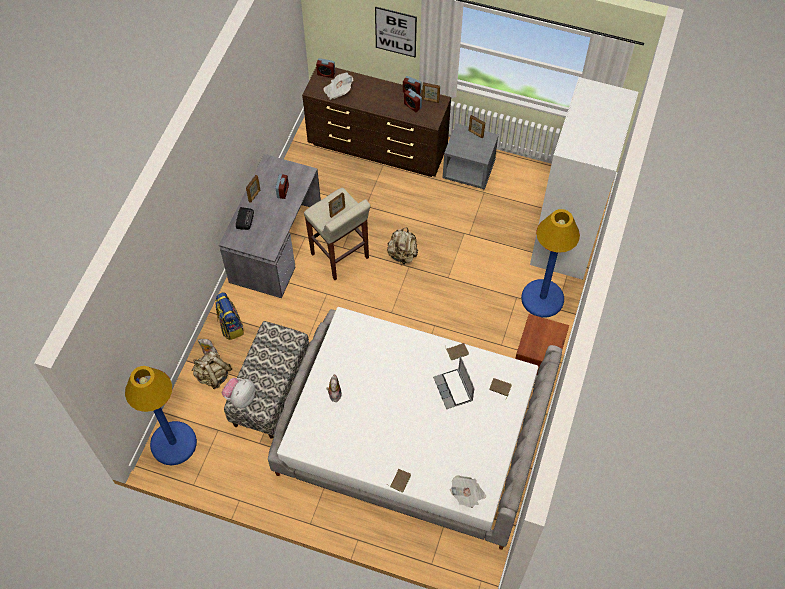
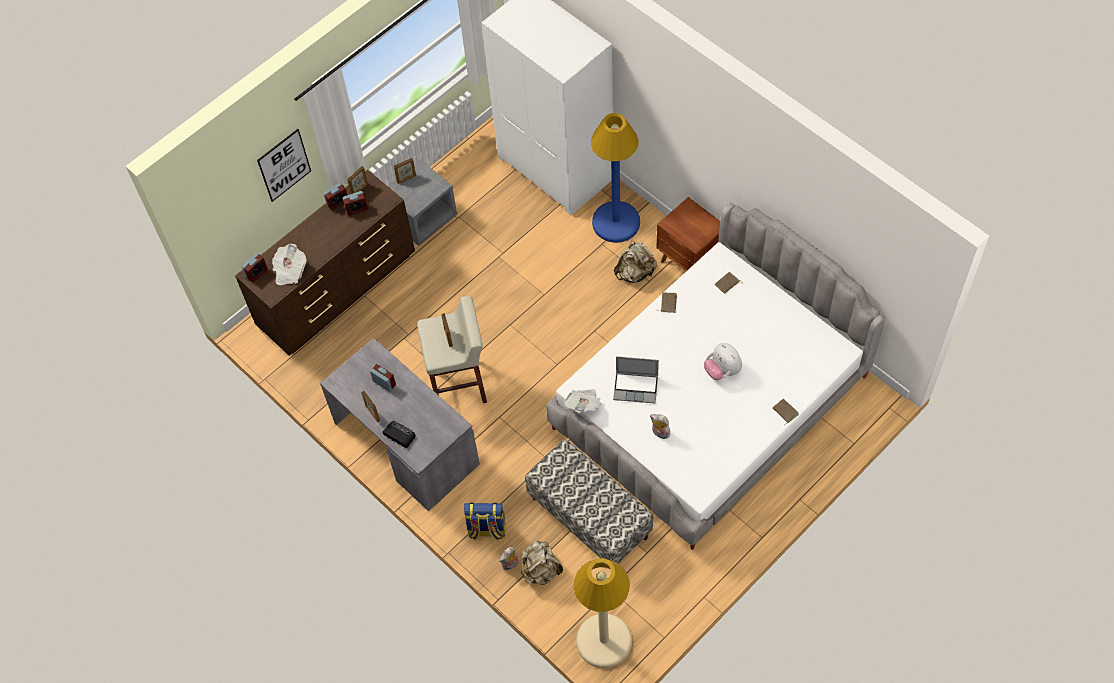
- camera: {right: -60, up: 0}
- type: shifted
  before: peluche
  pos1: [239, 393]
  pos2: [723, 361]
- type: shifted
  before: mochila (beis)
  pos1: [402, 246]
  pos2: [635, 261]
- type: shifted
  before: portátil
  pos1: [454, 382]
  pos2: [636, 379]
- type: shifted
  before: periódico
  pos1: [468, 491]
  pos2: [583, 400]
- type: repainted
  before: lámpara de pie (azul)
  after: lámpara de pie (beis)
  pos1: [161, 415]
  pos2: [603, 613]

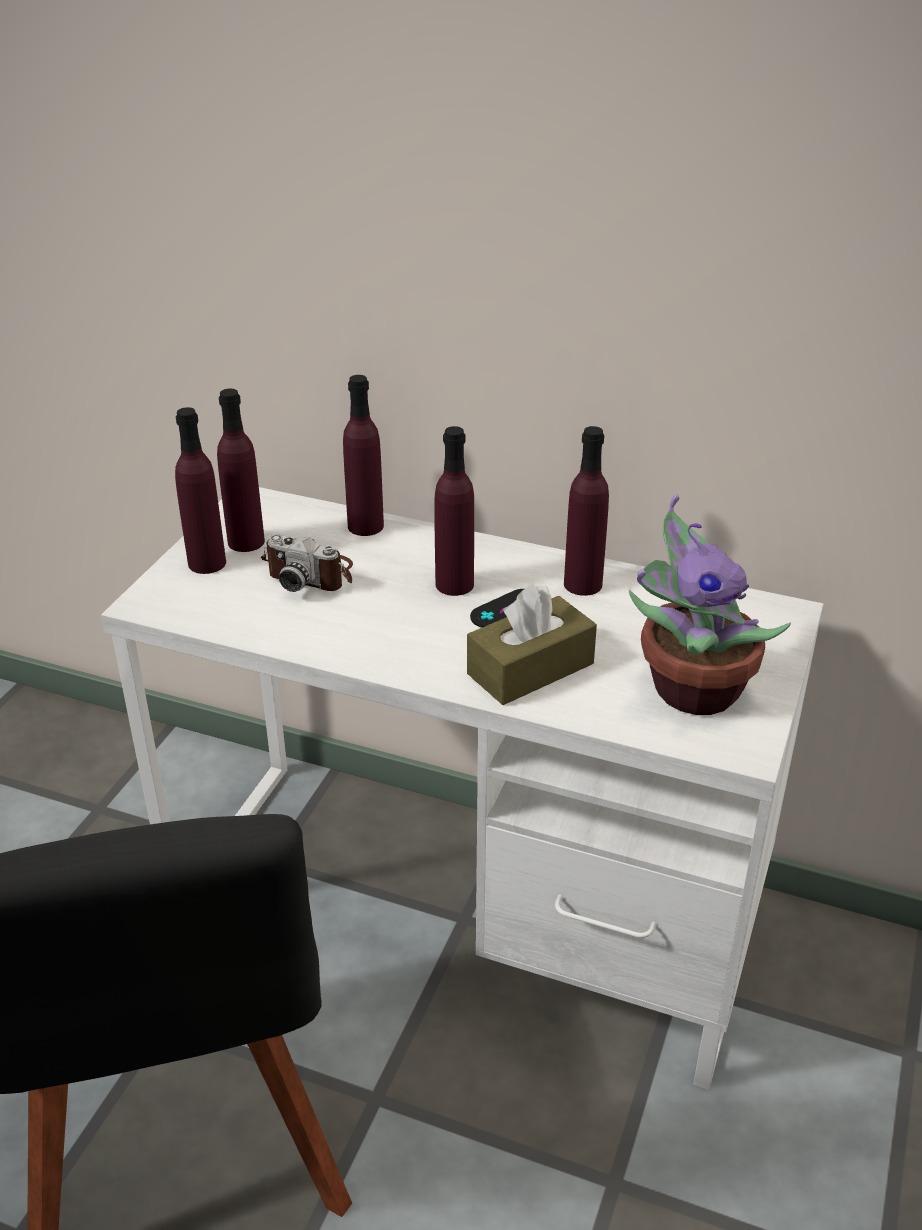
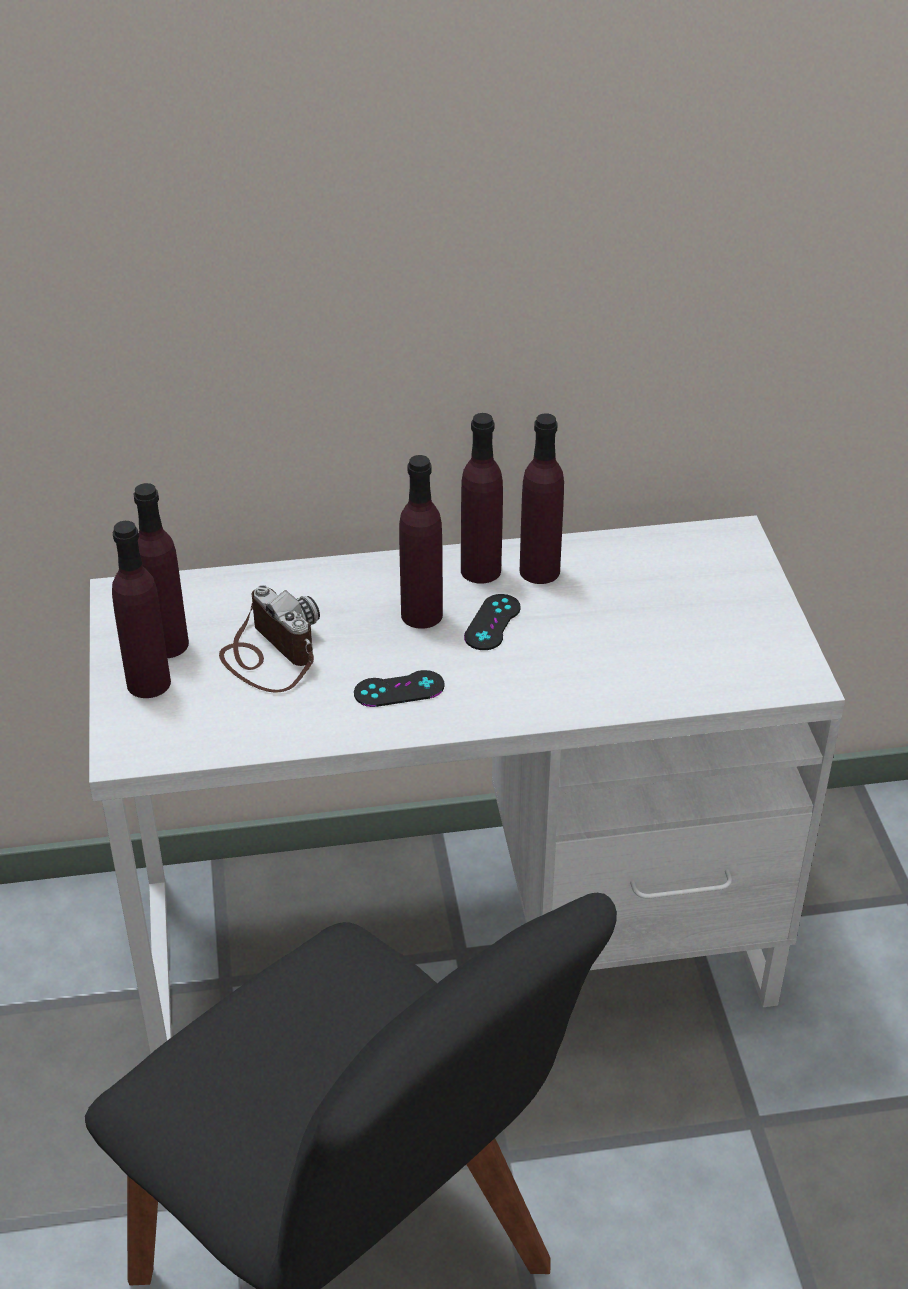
- camera: {right: -30, up: 5}
- type: gone
  before: caja de pañuelos (marrón)
  pos1: [532, 644]
- type: gone
  before: planta en maceta
  pos1: [710, 604]
- type: new
  after: mando de consola (negro)
  pos2: [399, 688]
- type: shifted
  before: botella (morado)
  pos1: [363, 455]
  pos2: [482, 498]
- type: rotated
  before: cámara
  pos1: [307, 563]
  pos2: [269, 638]
  turn: -120

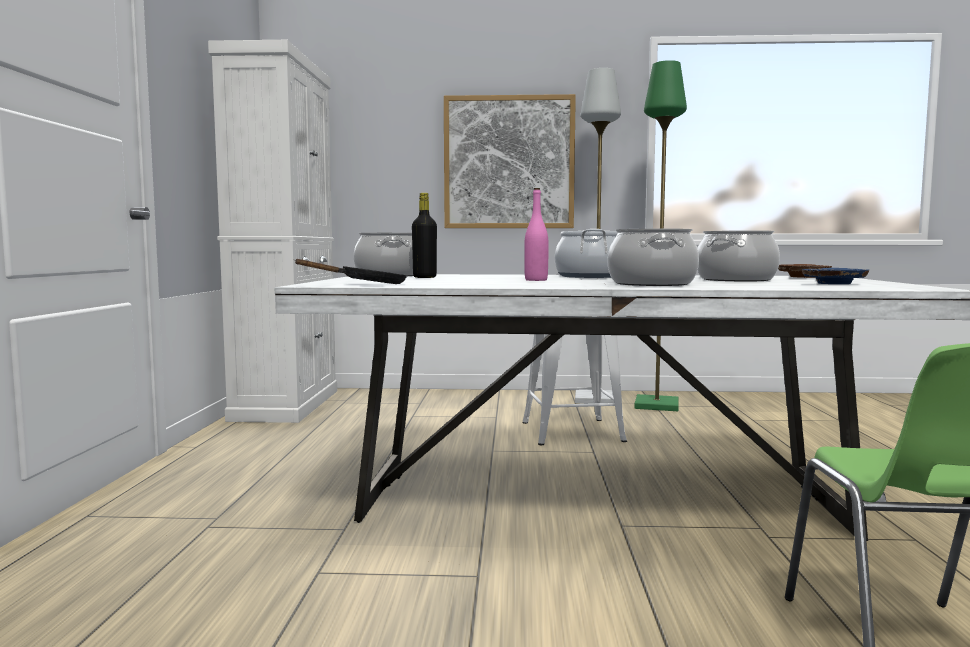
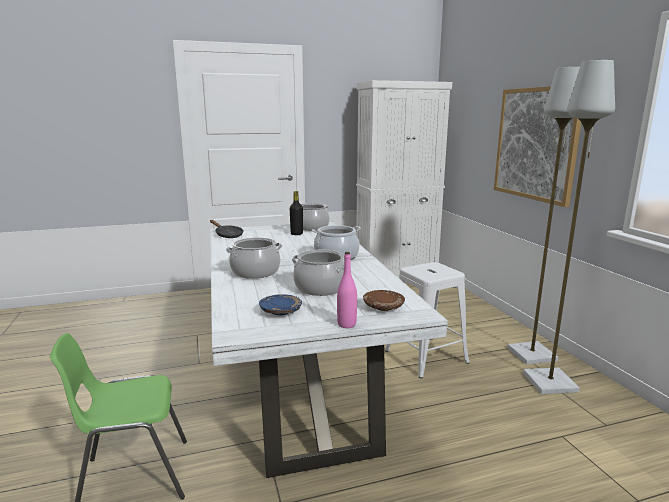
- camera: {right: 70, up: 10}
- type: shifted
  before: botella (rosa)
  pos1: [536, 234]
  pos2: [347, 290]
- type: repainted
  before: lámpara de pie (verde)
  after: lámpara de pie (gris)
  pos1: [660, 235]
  pos2: [569, 227]

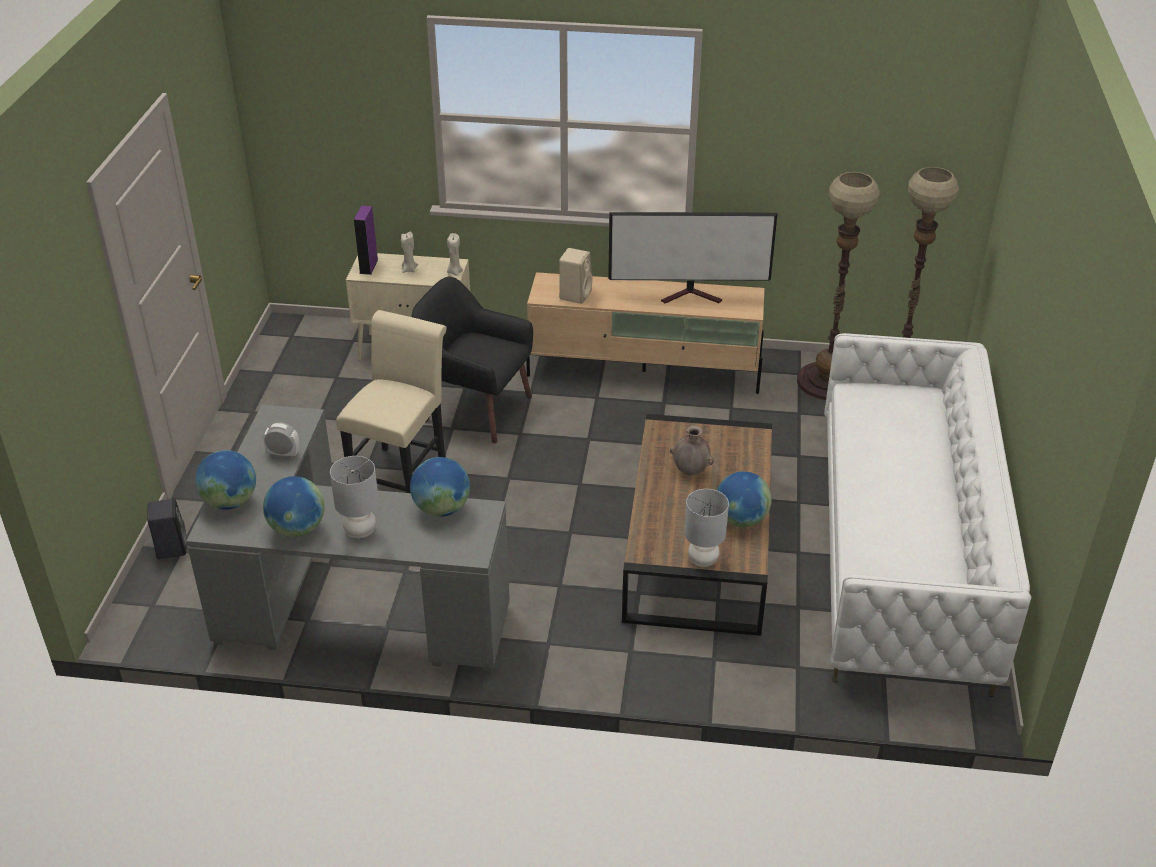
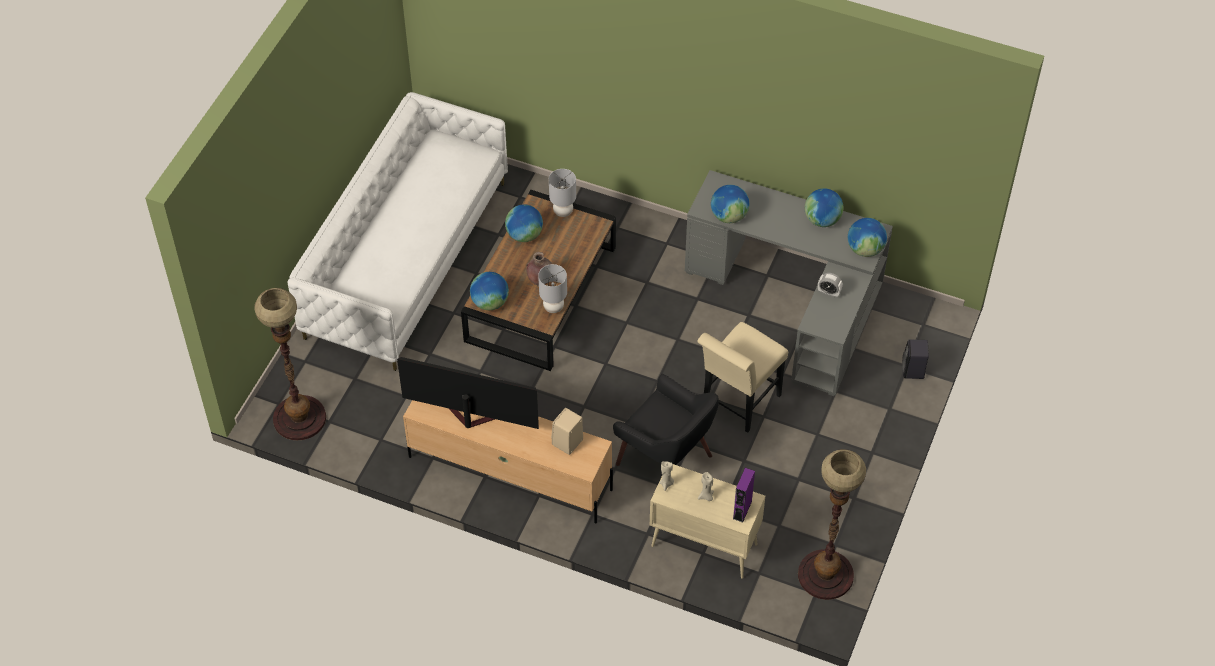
- camera: {right: -165, up: 15}
- type: new
  after: globo terráqueo
  pos2: [489, 291]
- type: shifted
  before: lámpara de mesa (gris)
  pos1: [354, 497]
  pos2: [552, 288]
- type: shifted
  before: lámpara de pie
  pos1: [838, 286]
  pos2: [832, 524]

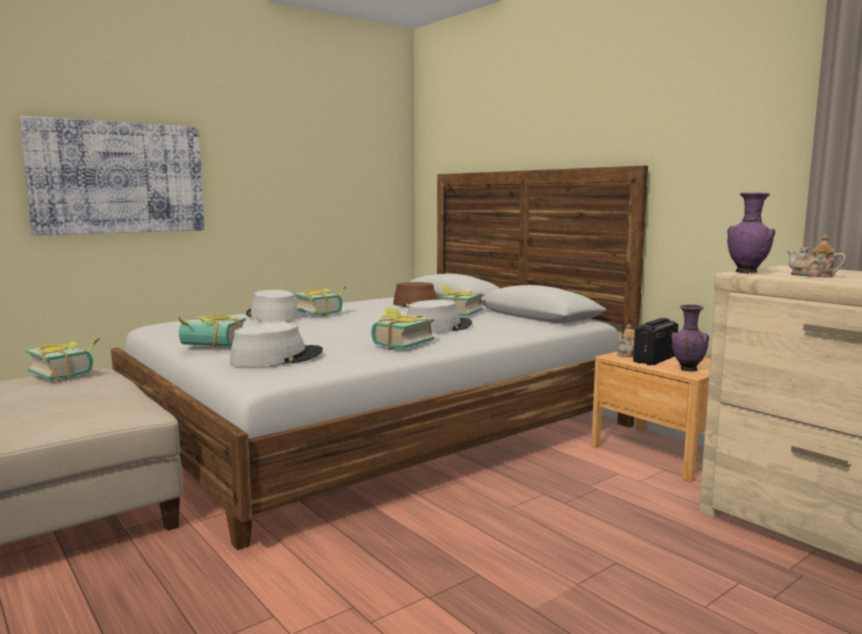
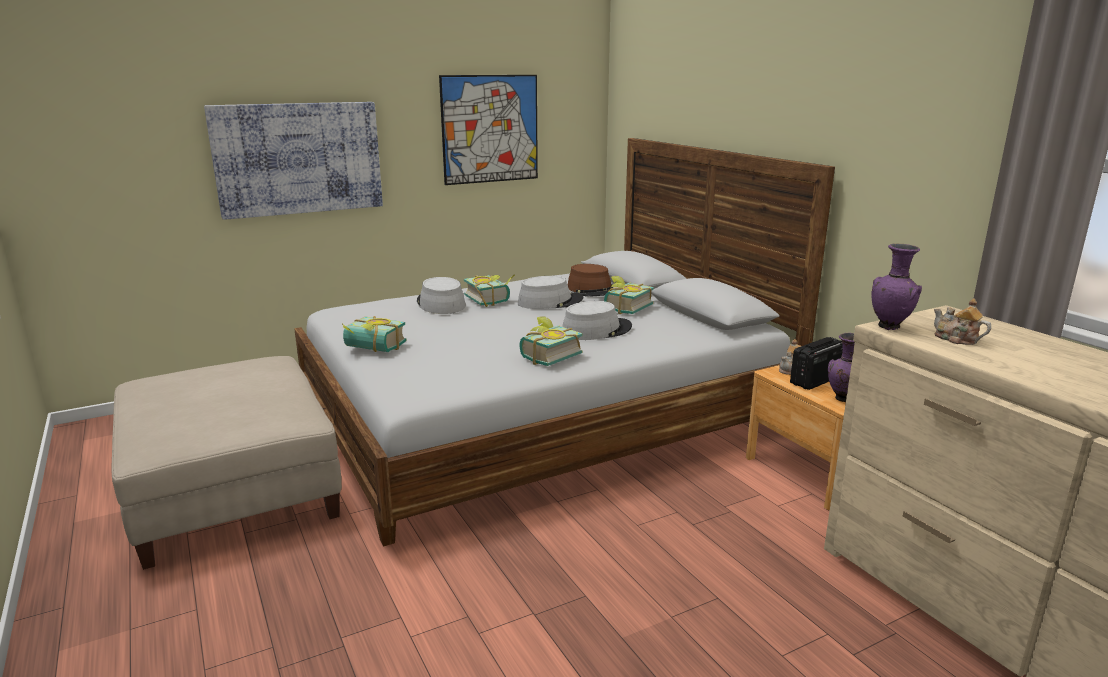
- camera: {right: 10, up: 10}
- type: gone
  before: libro
  pos1: [63, 360]
- type: new
  after: cuadro
  pos2: [488, 130]
- type: shifted
  before: sombrero (gris)
  pos1: [276, 344]
  pos2: [550, 292]

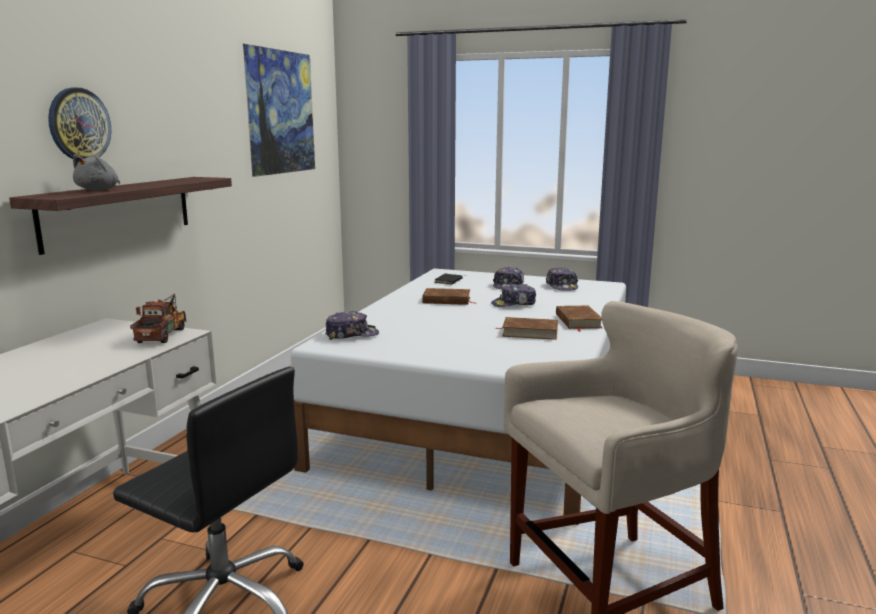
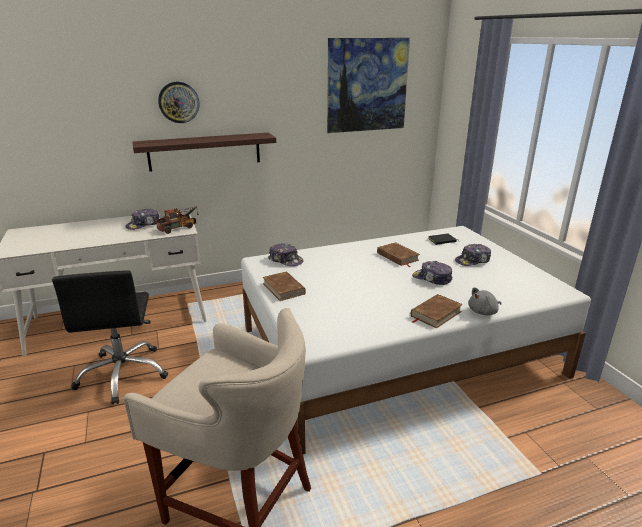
- camera: {right: 50, up: 10}
- type: shifted
  before: peluche (gris)
  pos1: [96, 172]
  pos2: [485, 301]
- type: shifted
  before: libro (marrón)
  pos1: [526, 328]
  pos2: [284, 286]
- type: shifted
  before: gorra
  pos1: [562, 279]
  pos2: [142, 219]

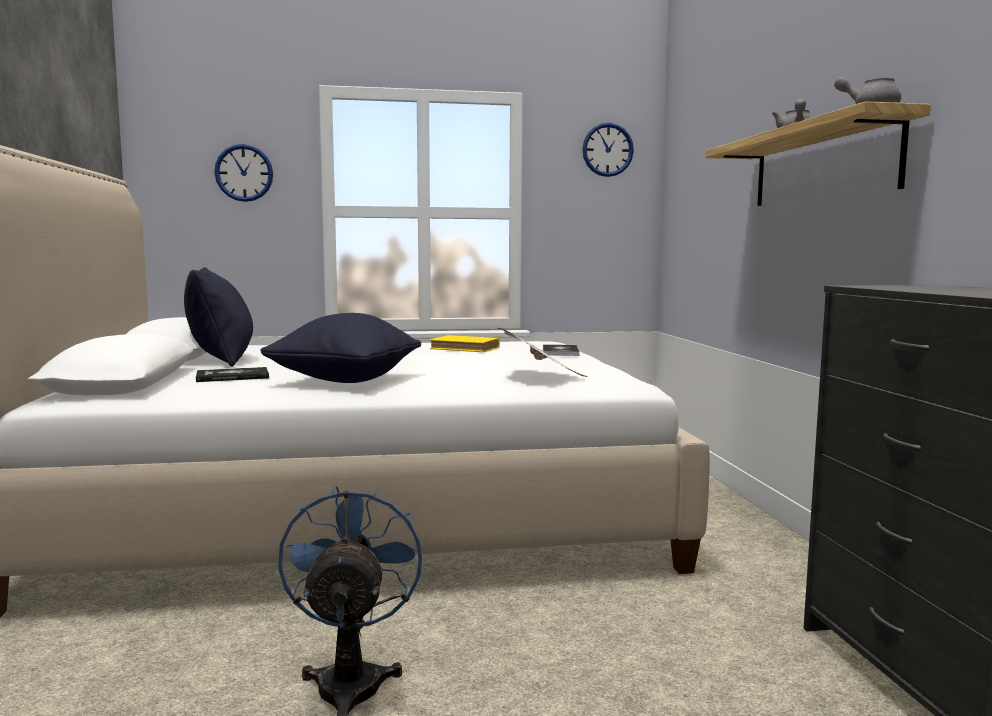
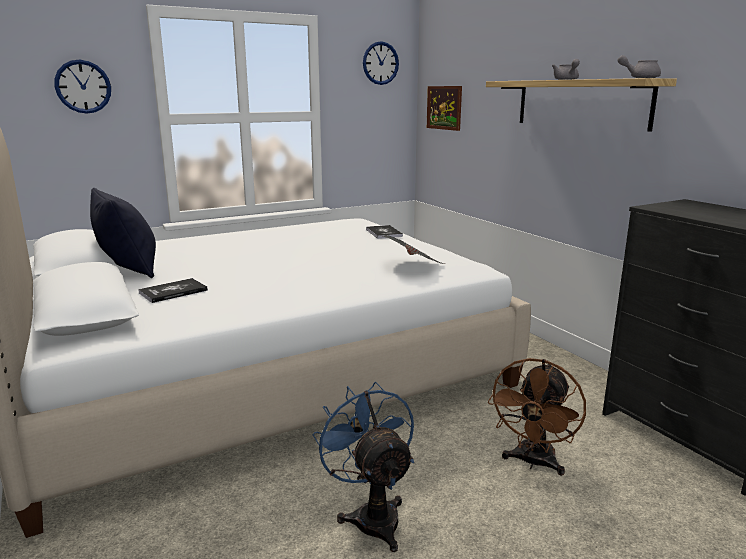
- camera: {right: -20, up: 10}
- type: gone
  before: cojín (negro)
  pos1: [340, 348]
- type: gone
  before: libro (amarillo)
  pos1: [465, 343]
- type: new
  after: cuadro
  pos2: [444, 108]
- type: new
  after: ventilador (marrón)
  pos2: [537, 417]

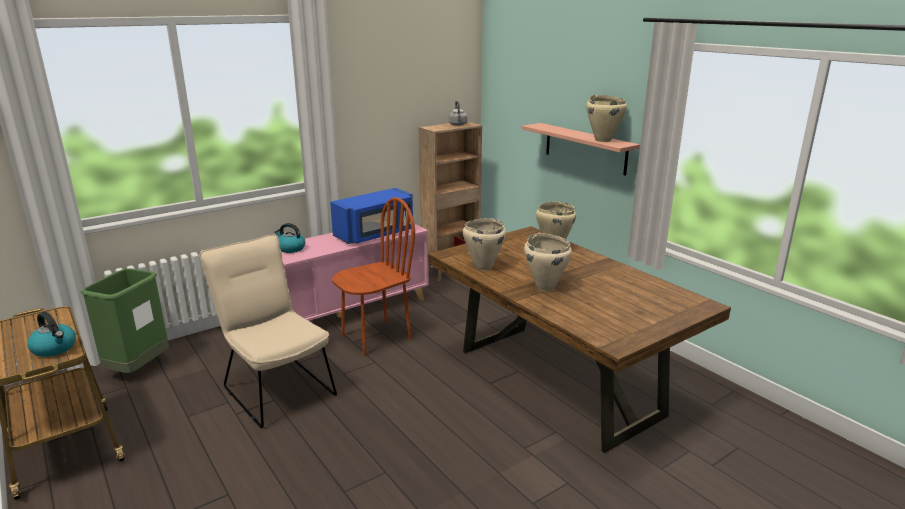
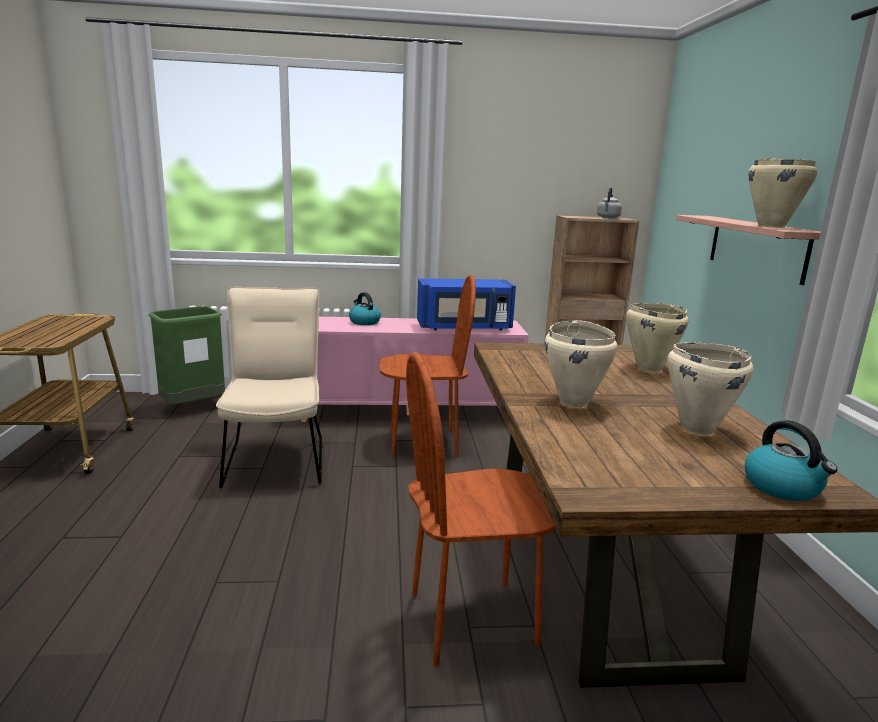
- camera: {right: 30, up: -5}
- type: new
  after: silla (marrón)
  pos2: [481, 509]
- type: shifted
  before: hervidor
  pos1: [51, 334]
  pos2: [791, 460]
- type: shifted
  before: olla (beis)
  pos1: [484, 244]
  pos2: [710, 388]

